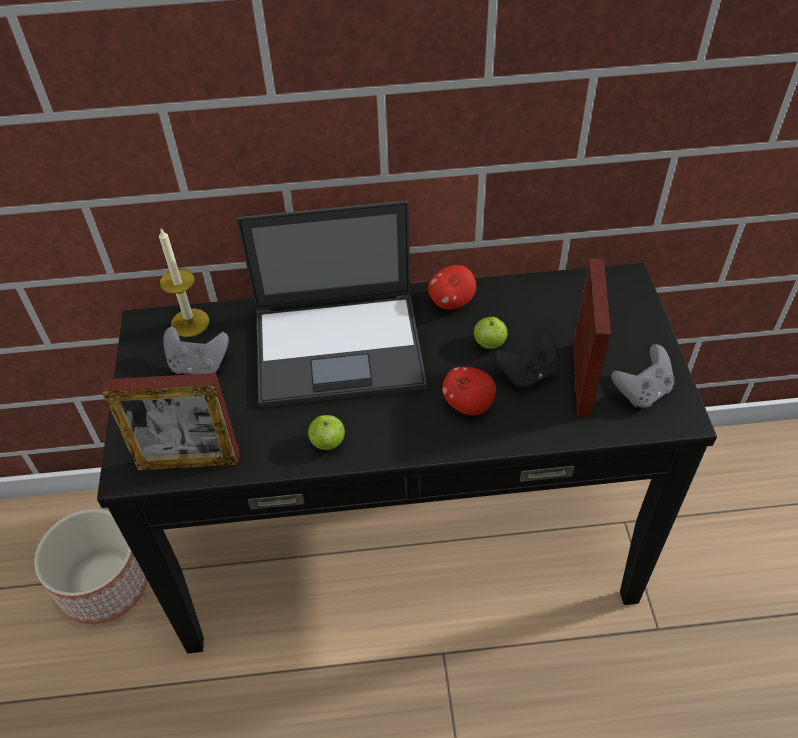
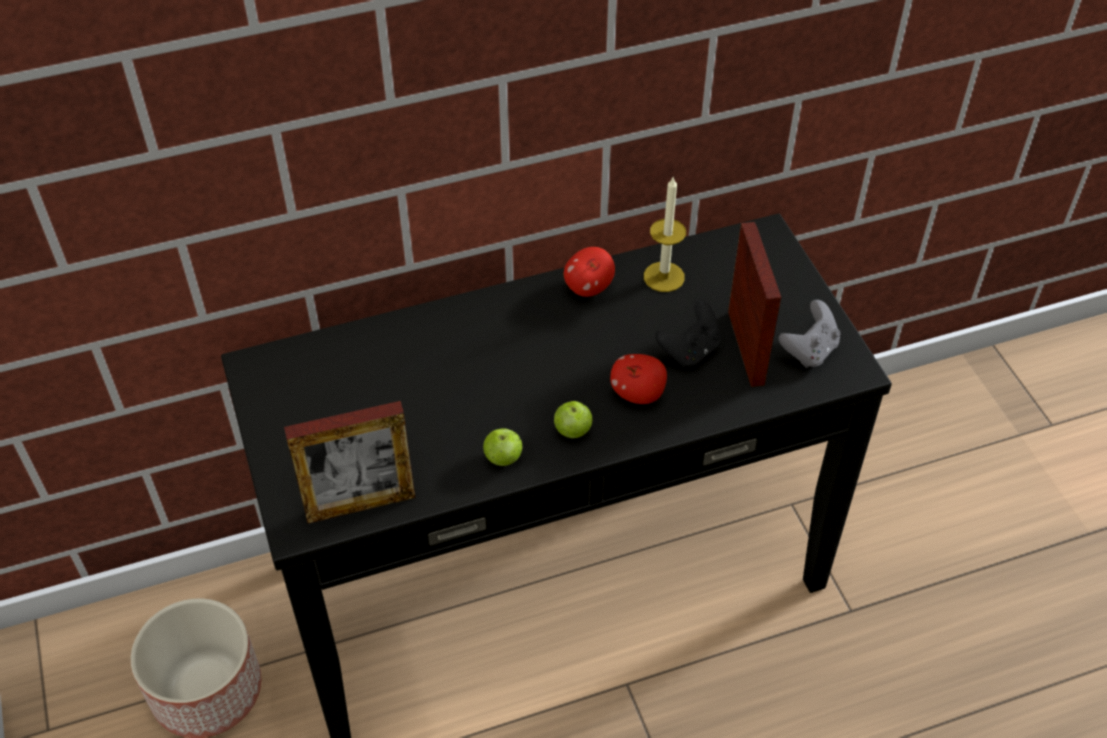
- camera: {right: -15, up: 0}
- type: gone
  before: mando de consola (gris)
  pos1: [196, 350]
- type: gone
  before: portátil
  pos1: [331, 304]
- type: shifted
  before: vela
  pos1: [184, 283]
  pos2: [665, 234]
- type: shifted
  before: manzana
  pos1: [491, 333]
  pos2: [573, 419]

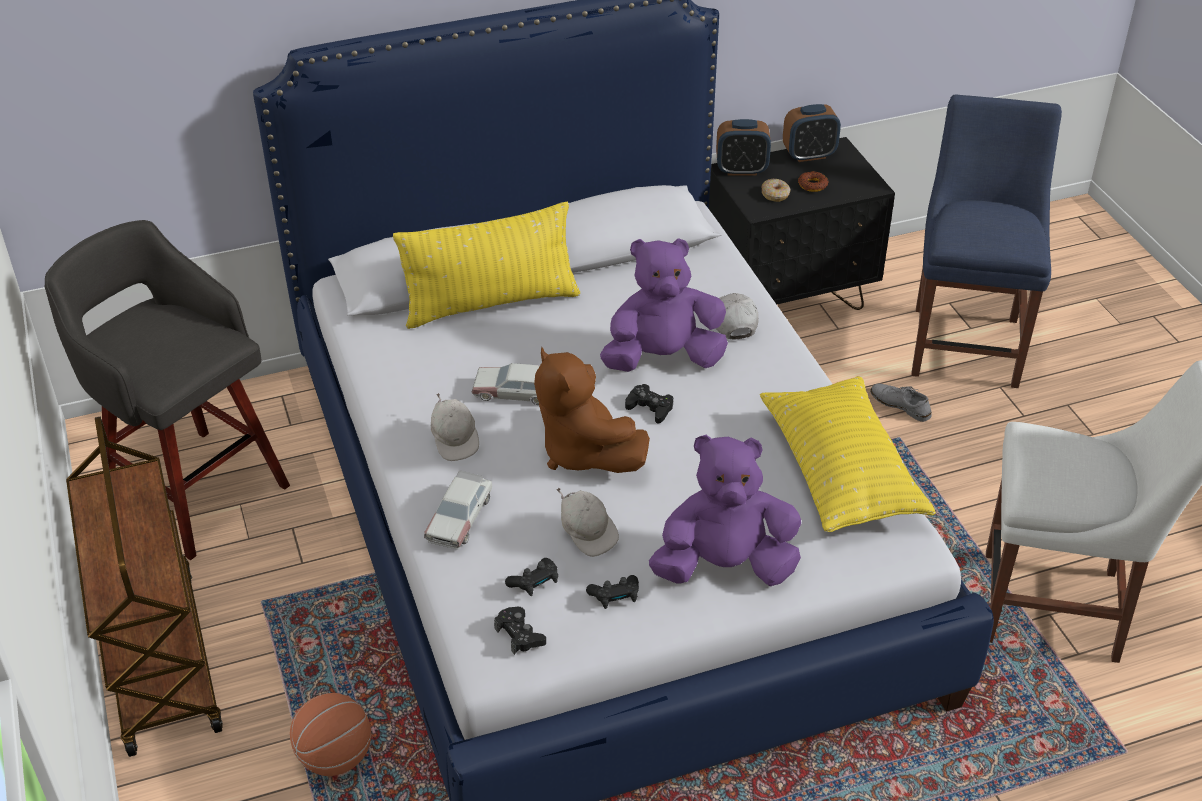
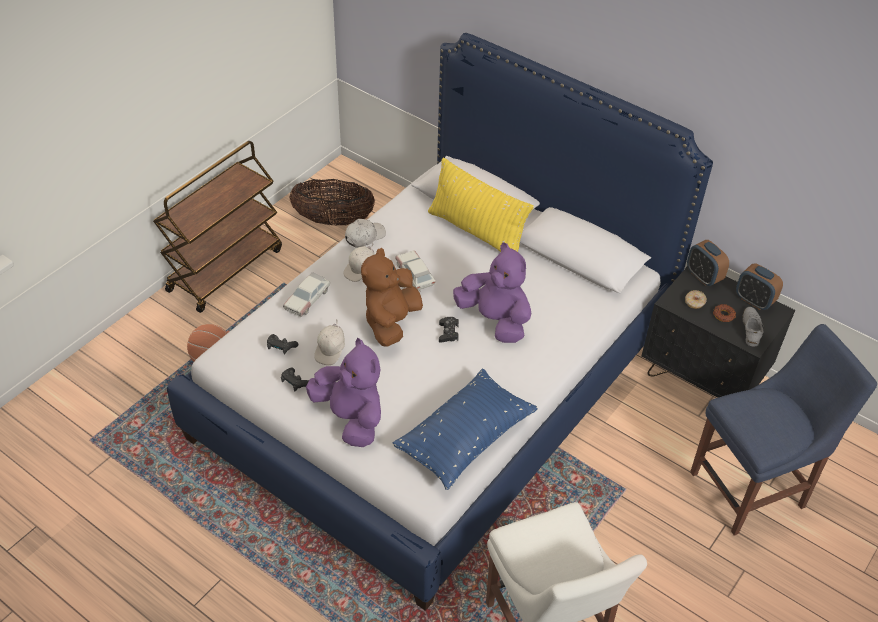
- camera: {right: 55, up: 5}
- type: gone
  before: mando de consola (negro)
  pos1: [520, 631]
- type: shifted
  before: gorra (blanco)
  pos1: [737, 316]
  pos2: [365, 233]
- type: shifted
  before: zapato (gris)
  pos1: [900, 403]
  pos2: [753, 327]
- type: swapped
  before: taburete (gris)
  after: cesta
  pos1: [167, 390]
  pos2: [332, 202]
- type: repainted
  before: cojín (amarillo)
  after: cojín (azul)
  pos1: [848, 454]
  pos2: [465, 429]
- type: rotated
  before: coche de juguete
  pos1: [458, 510]
  pos2: [306, 294]
  turn: -45

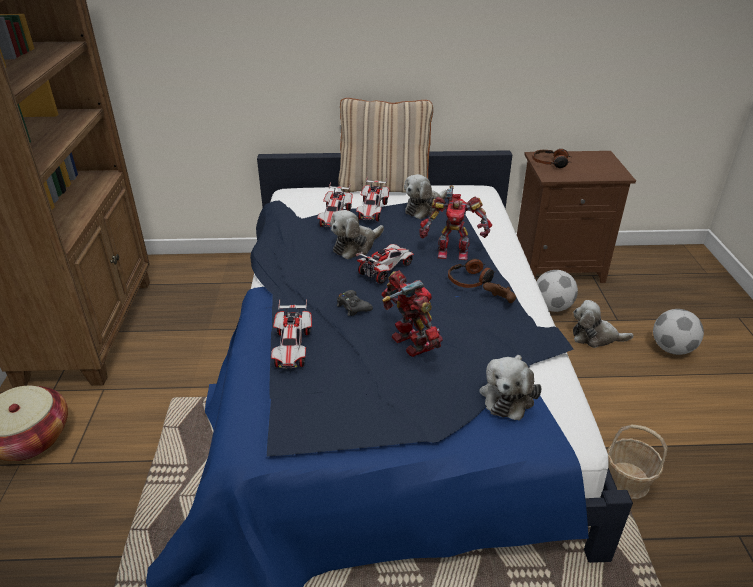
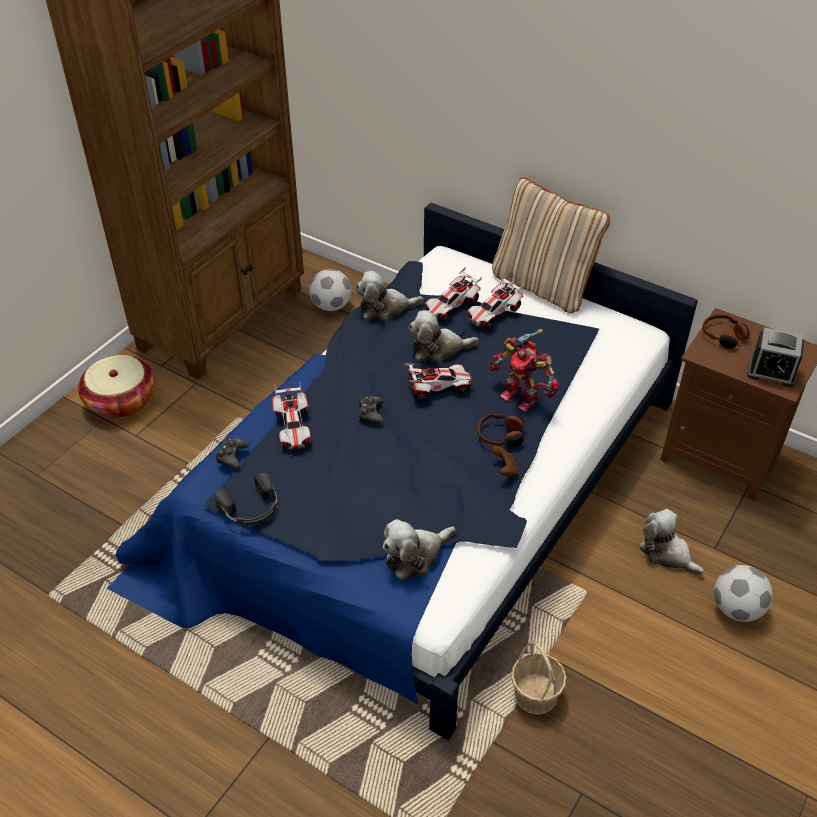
- camera: {right: 35, up: 10}
- type: gone
  before: robot de juguete
  pos1: [412, 313]
- type: new
  after: auriculares (negro)
  pos2: [246, 499]
- type: new
  after: mando de consola (negro)
  pos2: [232, 453]
- type: new
  after: despertador
  pos2: [775, 357]
- type: shifted
  before: peluche
  pos1: [425, 196]
  pos2: [389, 296]
- type: shifted
  before: balón de fútbol
  pos1: [557, 291]
  pos2: [330, 290]
- type: rotated
  before: coche de juguete
  pos1: [291, 334]
  pos2: [291, 415]
  turn: -45

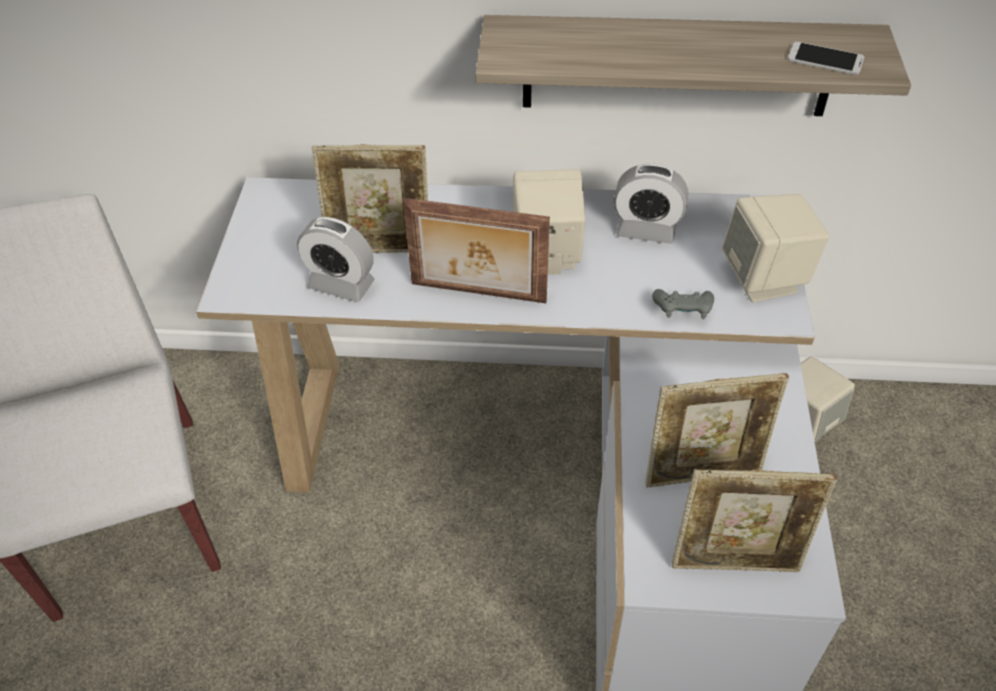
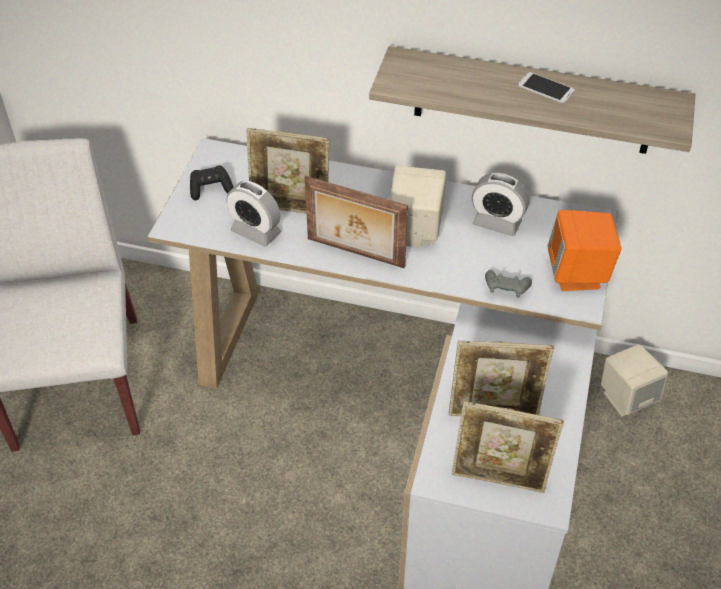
- camera: {right: 10, up: 0}
- type: new
  after: mando de consola (negro)
  pos2: [212, 183]
- type: shifted
  before: móvil
  pos1: [826, 58]
  pos2: [546, 87]
- type: repainted
  before: altavoz (beis)
  after: altavoz (naranja)
  pos1: [775, 248]
  pos2: [584, 250]

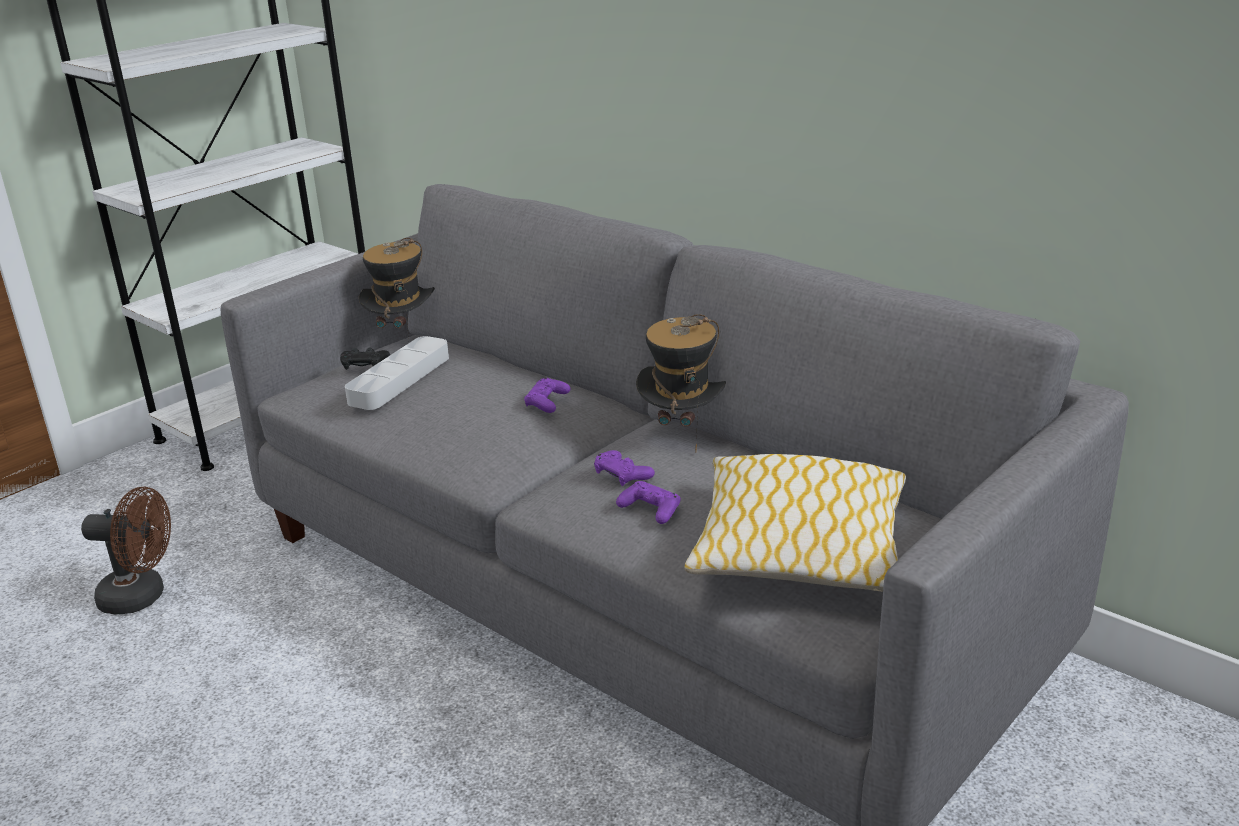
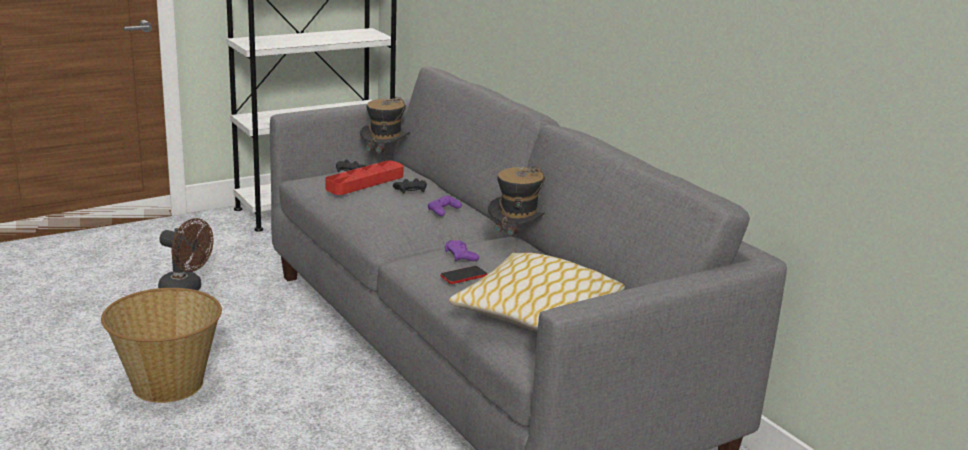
- camera: {right: 15, up: -5}
- type: new
  after: cesta
  pos2: [161, 345]
- type: new
  after: mando de consola (negro)
  pos2: [410, 186]
- type: swapped
  before: mando de consola (morado)
  after: móvil
  pos1: [648, 502]
  pos2: [463, 275]
- type: repainted
  before: bandeja (gris)
  after: bandeja (rojo)
  pos1: [397, 373]
  pos2: [364, 178]

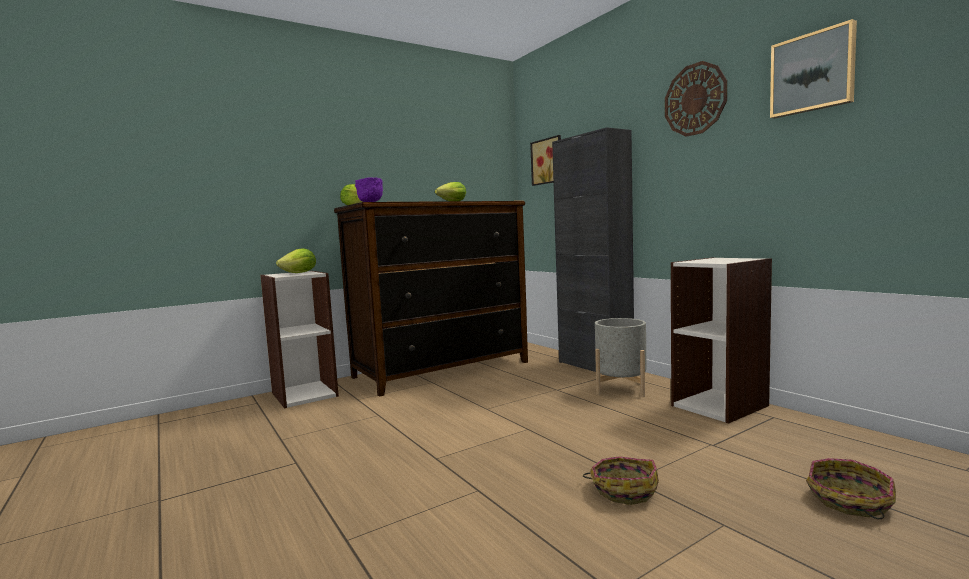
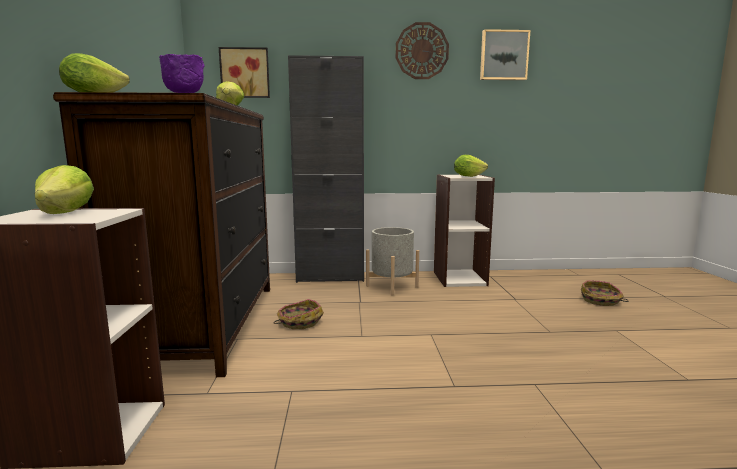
- camera: {right: -60, up: 5}
- type: new
  after: lechuga
  pos2: [471, 166]
- type: shifted
  before: cesta
  pos1: [621, 480]
  pos2: [299, 314]

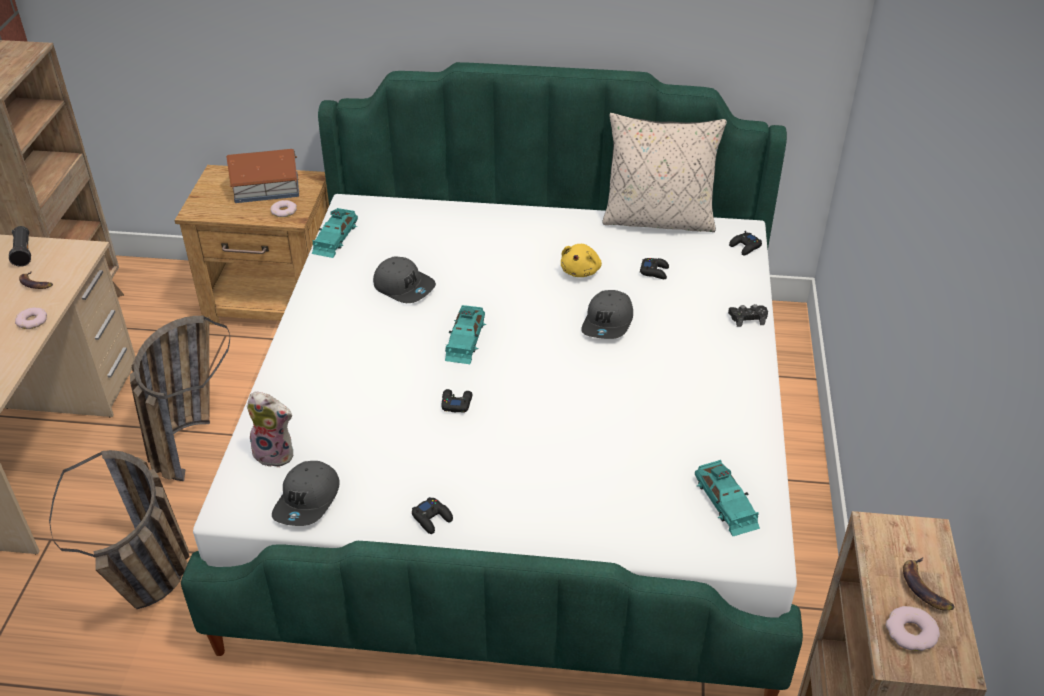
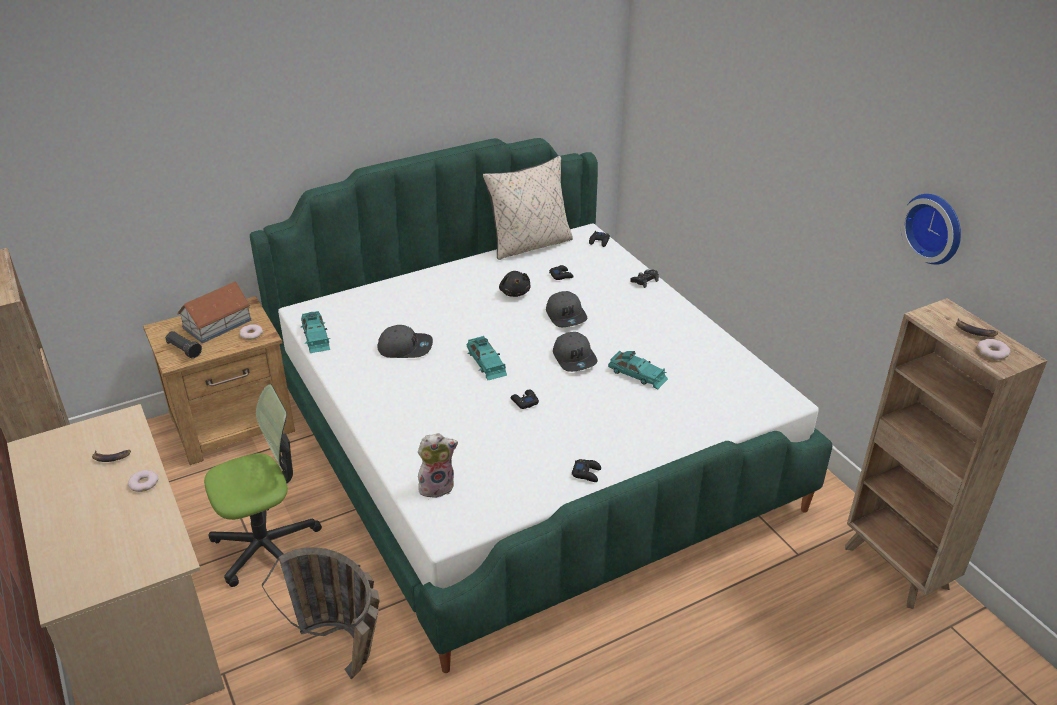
- camera: {right: -35, up: -5}
- type: new
  after: reloj de pared
  pos2: [930, 229]
- type: shifted
  before: linterna (negro)
  pos1: [20, 246]
  pos2: [183, 345]
- type: shifted
  before: gorra (gris)
  pos1: [306, 493]
  pos2: [575, 352]
- type: shifted
  before: coche de juguete (turquesa)
  pos1: [727, 498]
  pos2: [638, 370]
- type: swapped
  before: cesta
  after: silla de oficina
  pos1: [180, 398]
  pos2: [263, 485]
- type: repainted
  before: peluche (amarillo)
  after: peluche (negro)
  pos1: [581, 260]
  pos2: [514, 284]

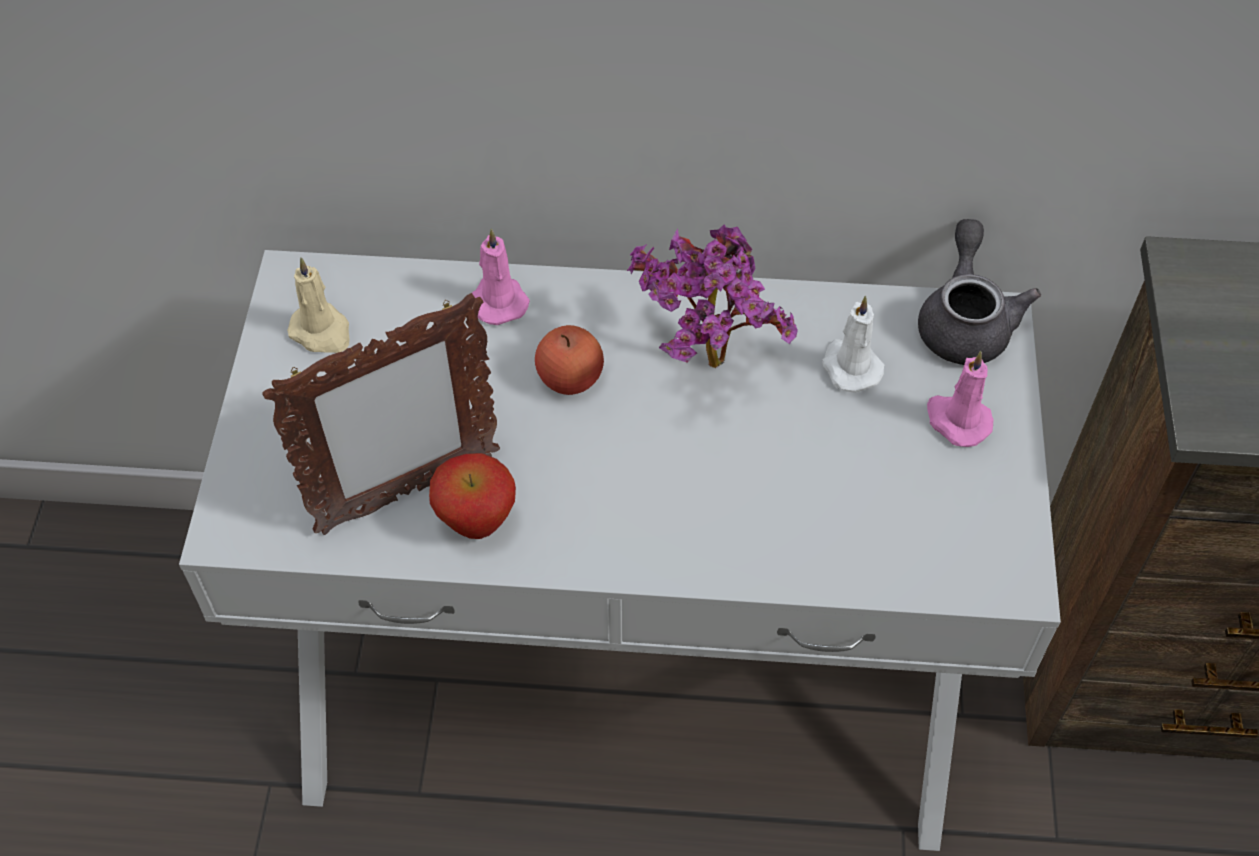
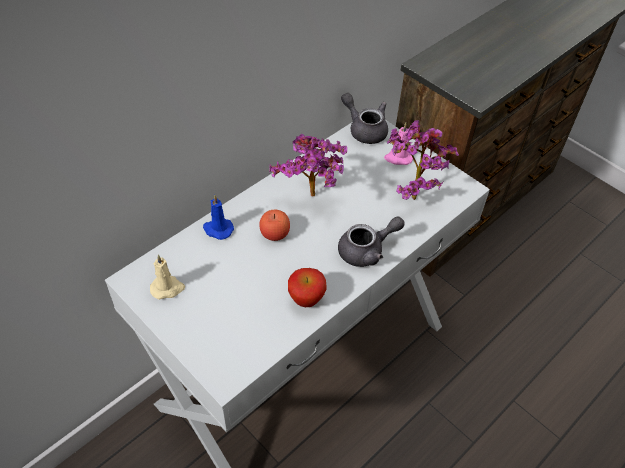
- camera: {right: -50, up: -5}
- type: gone
  before: portarretratos
  pos1: [381, 414]
- type: gone
  before: vela (blanco)
  pos1: [853, 344]
- type: new
  after: tetera (gris)
  pos2: [371, 241]
- type: new
  after: planta en maceta
  pos2: [423, 160]
- type: repainted
  before: vela (rosa)
  after: vela (azul)
  pos1: [501, 276]
  pos2: [218, 217]

